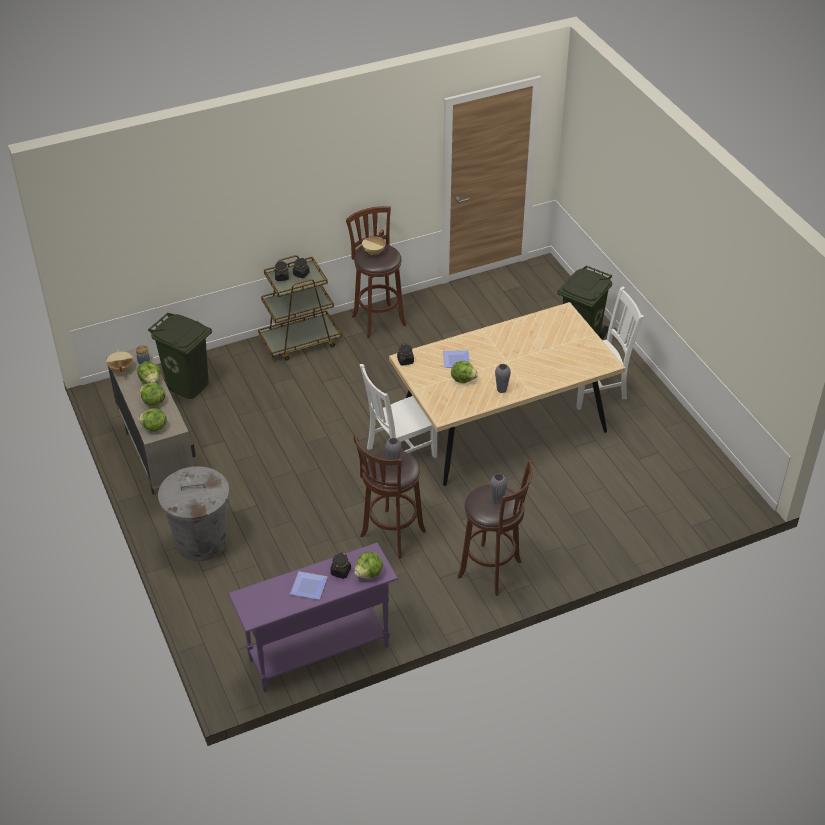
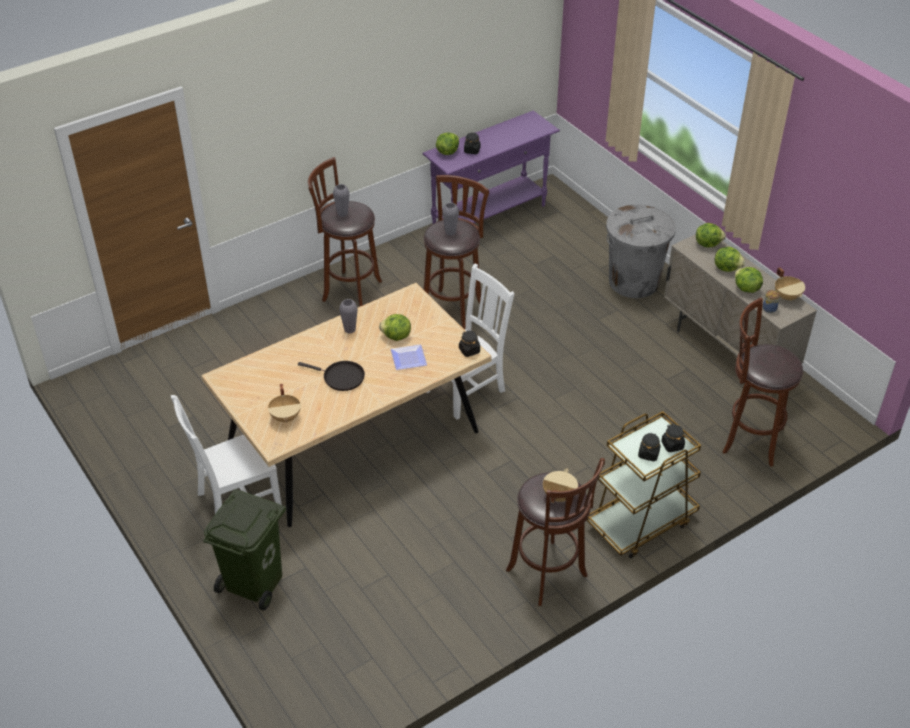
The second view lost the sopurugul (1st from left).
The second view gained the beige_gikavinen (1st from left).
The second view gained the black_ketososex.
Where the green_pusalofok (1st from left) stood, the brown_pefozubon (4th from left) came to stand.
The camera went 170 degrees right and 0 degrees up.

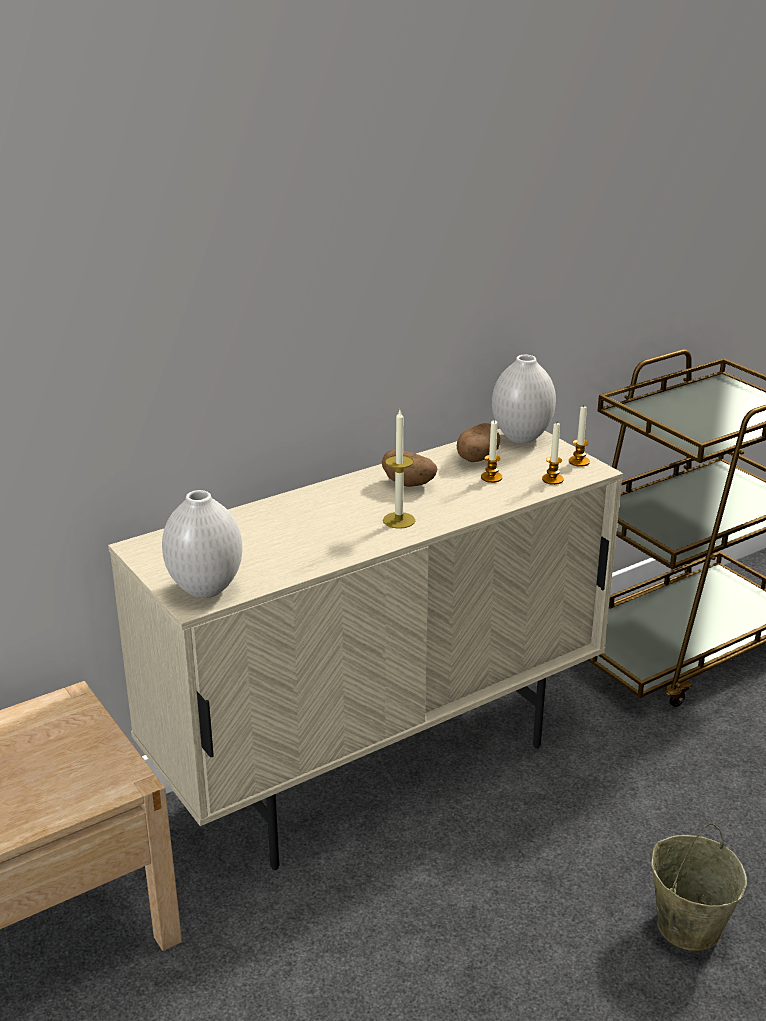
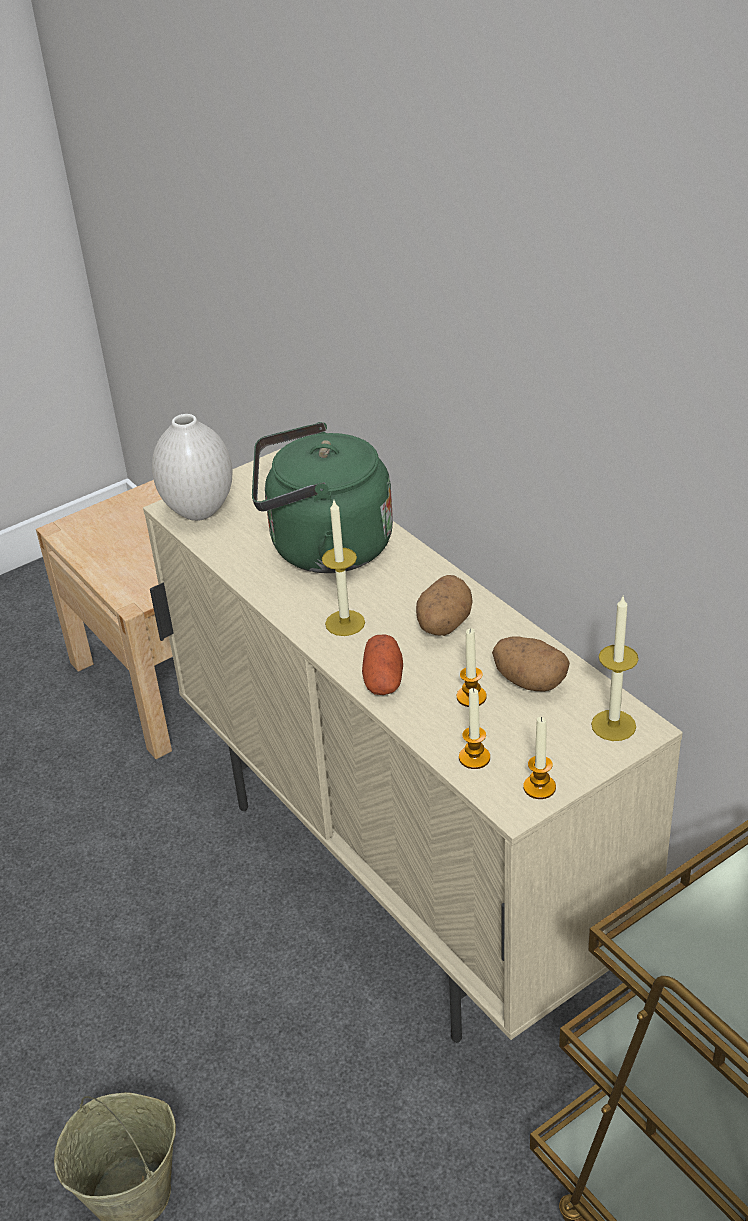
The second view gained the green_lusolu.
The second view gained the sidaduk (1st from left).
Where the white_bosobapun (2nd from left) stood, the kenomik (5th from left) came to stand.
The camera went 90 degrees right and 10 degrees up.

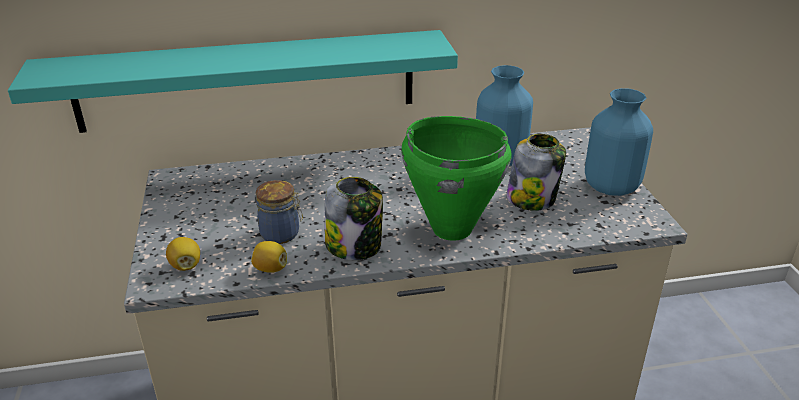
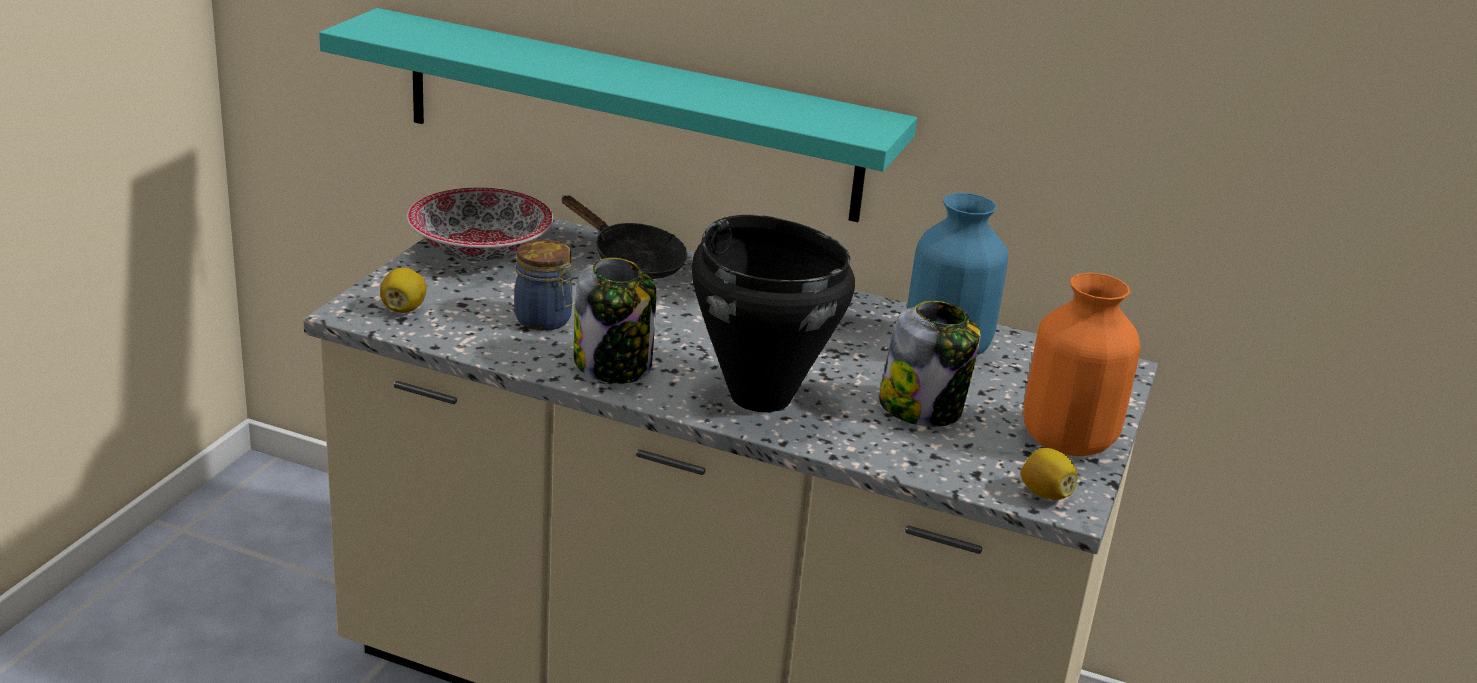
The second view gained the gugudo.
The second view gained the black_ketososex.
The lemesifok (2nd from left) ended up elsewhere.
What was the green_gikavinen turned into the black_gikavinen.
What was the blue_bosobapun (2nd from left) turned into the orange_bosobapun.
The camera went 30 degrees right and 5 degrees down.

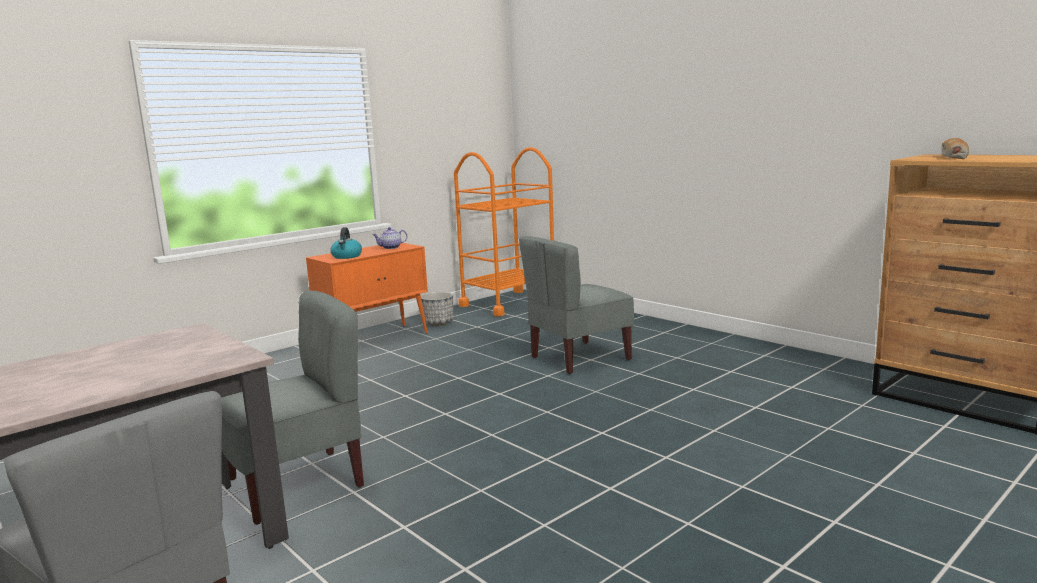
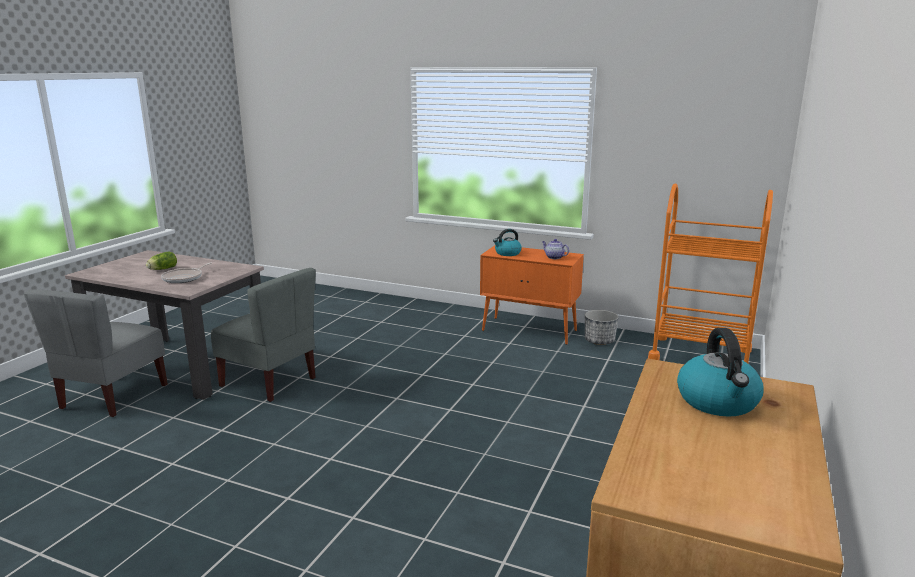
The second view lost the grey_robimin (3rd from left).
The second view gained the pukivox.
The second view gained the ketososex.
Where the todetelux stood, the lusolu (2nd from left) came to stand.
The camera went 65 degrees right and 5 degrees up.

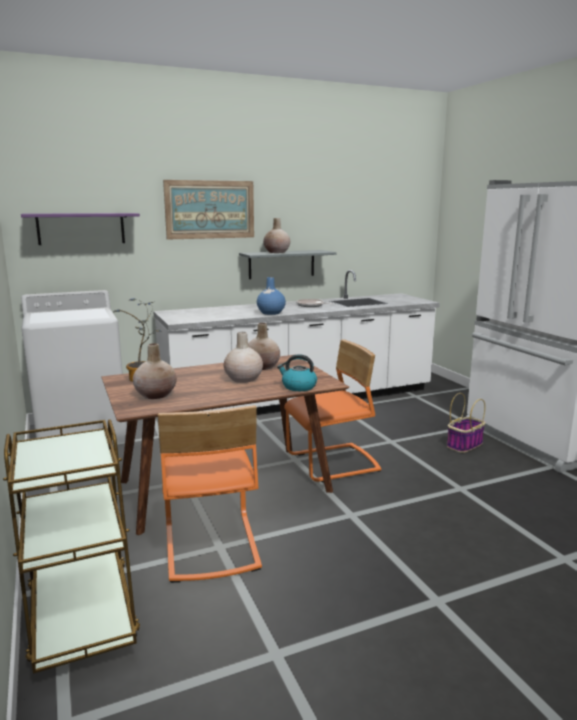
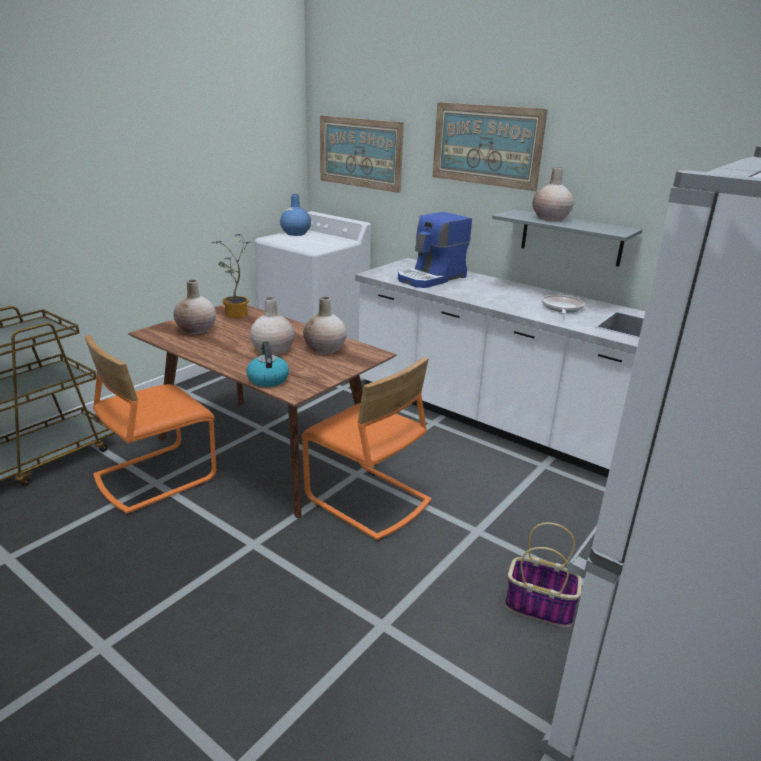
The second view gained the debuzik.
The blue_bosobapun ended up elsewhere.
Where the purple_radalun hung, the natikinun (1st from left) came to hang.
The camera went 60 degrees right and 10 degrees up.

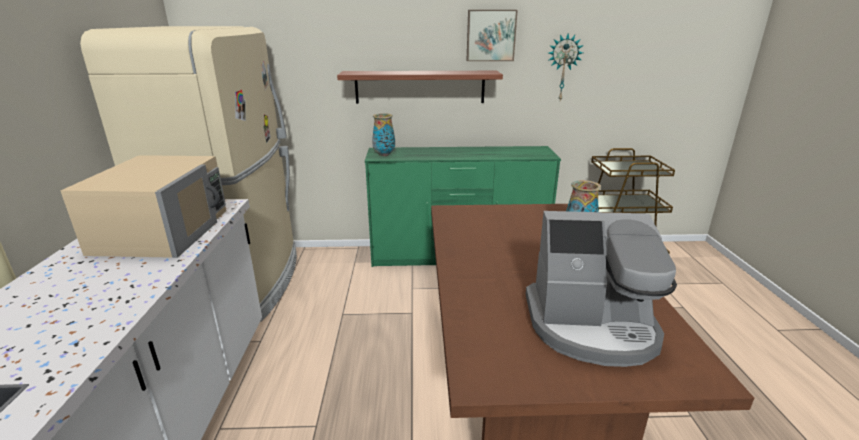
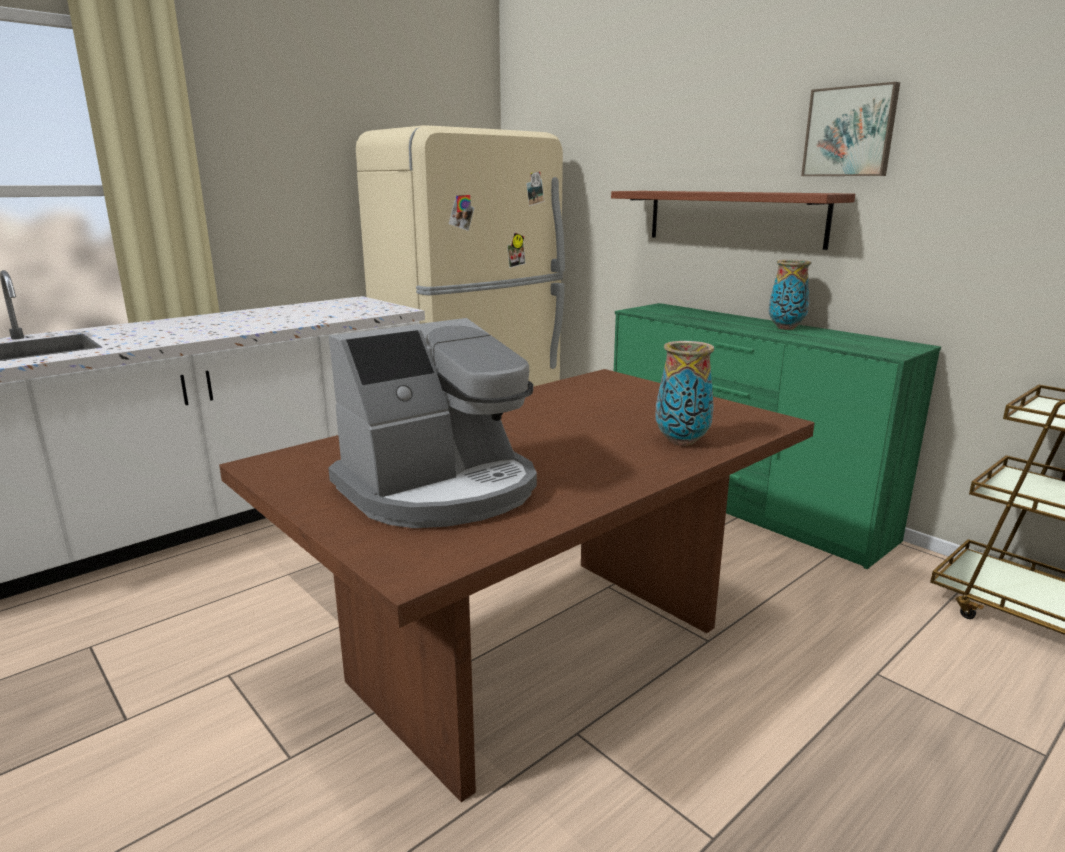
The second view lost the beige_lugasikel.
The second view lost the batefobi.
The bosobapun (1st from left in the first image) ended up elsewhere.
The debuzik ended up facing another way, 90 degrees counterclockwise from before.
The camera went 50 degrees right and 5 degrees down.

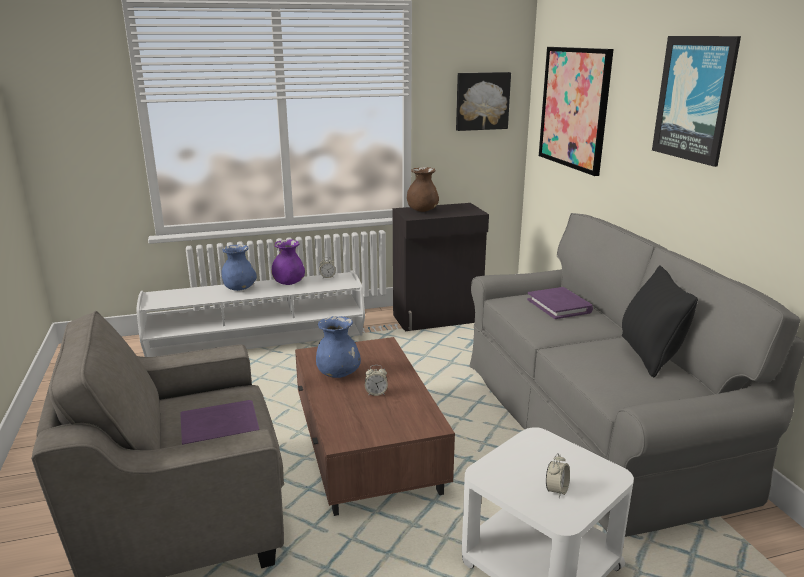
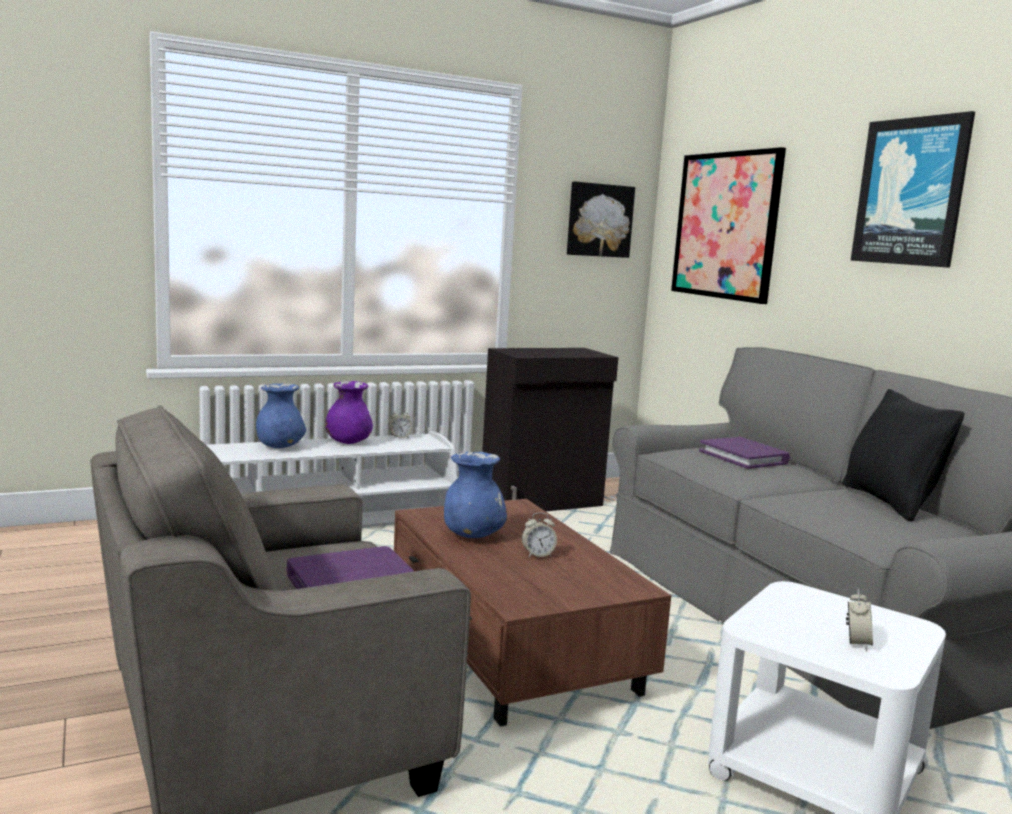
The second view lost the brown_bosobapun.
The camera went 10 degrees left and 10 degrees down.

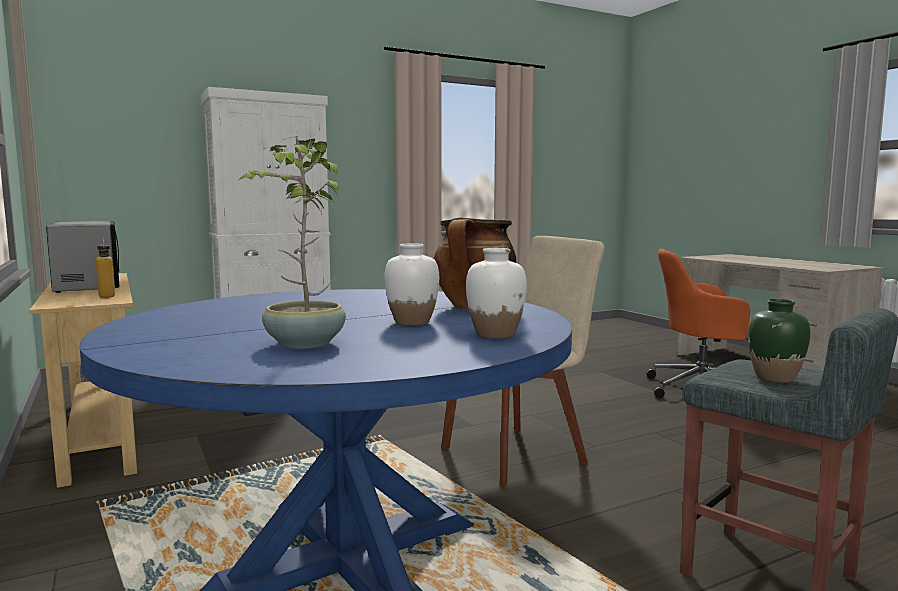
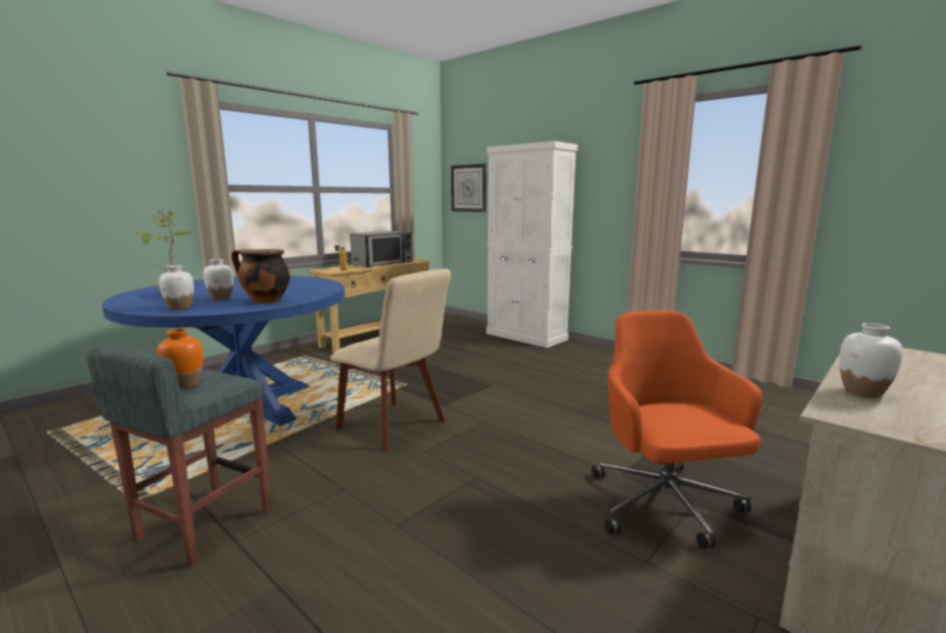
The second view gained the batefobi.
The second view gained the white_bosobapun (3rd from left).
What was the green_bosobapun turned into the orange_bosobapun.
The camera went 70 degrees right and 5 degrees up.

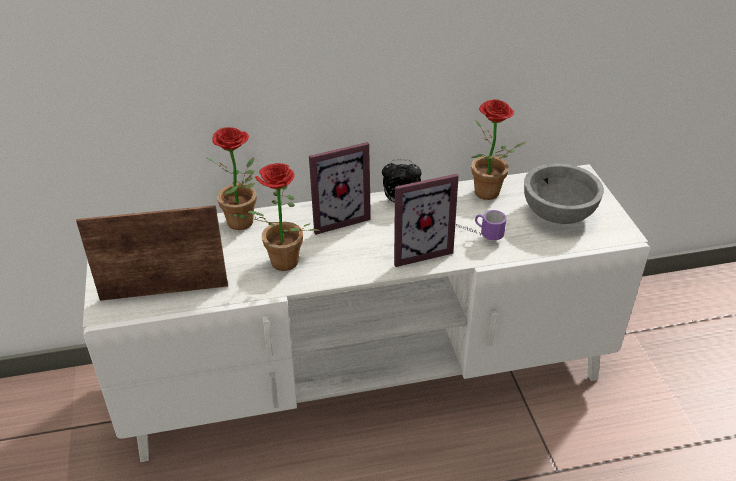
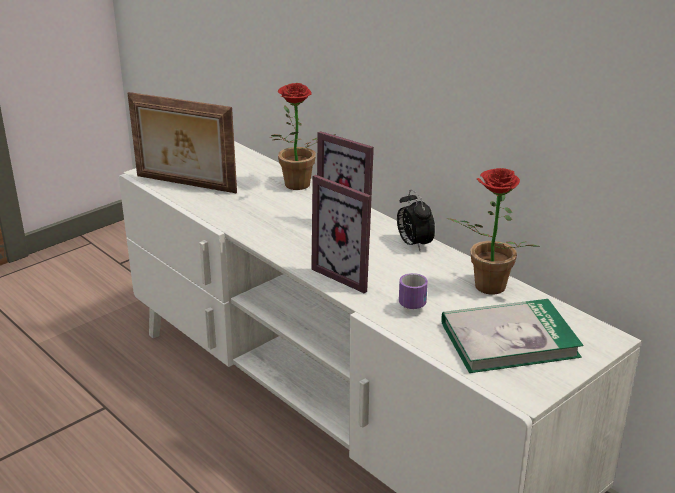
The second view lost the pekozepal (2nd from left).
Where the grey_gugudo stood, the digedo came to stand.
The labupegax (1st from left) ended up facing another way, 150 degrees clockwise from before.
The camera went 60 degrees right and 10 degrees down.

